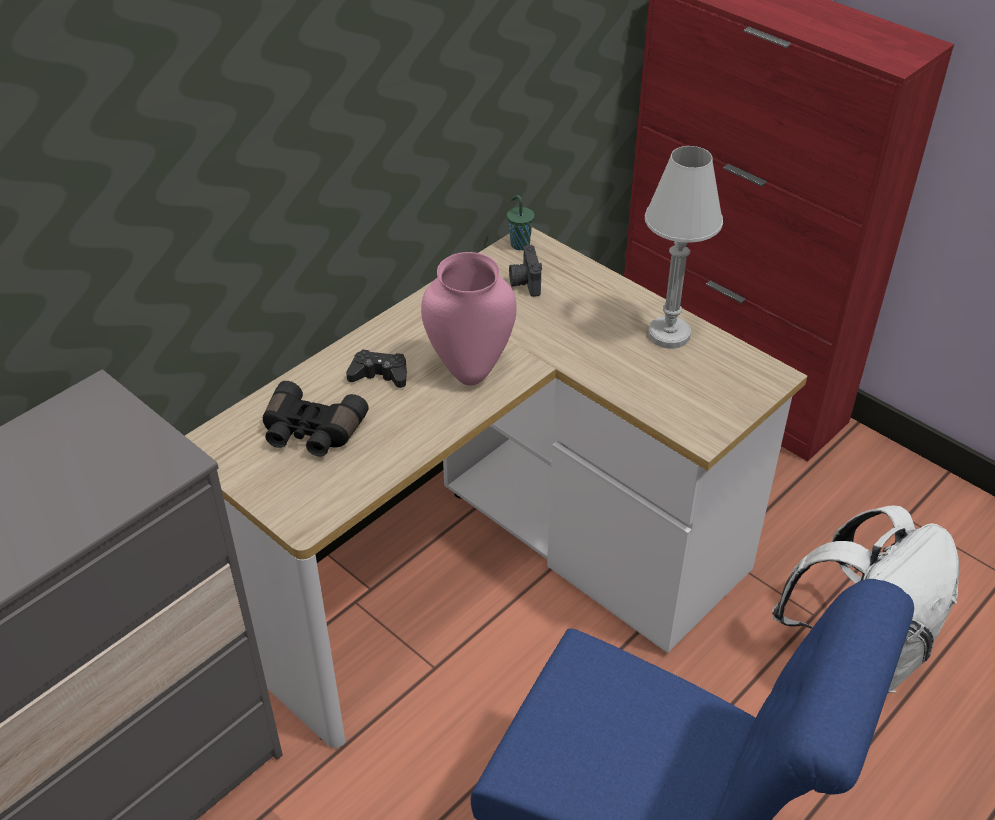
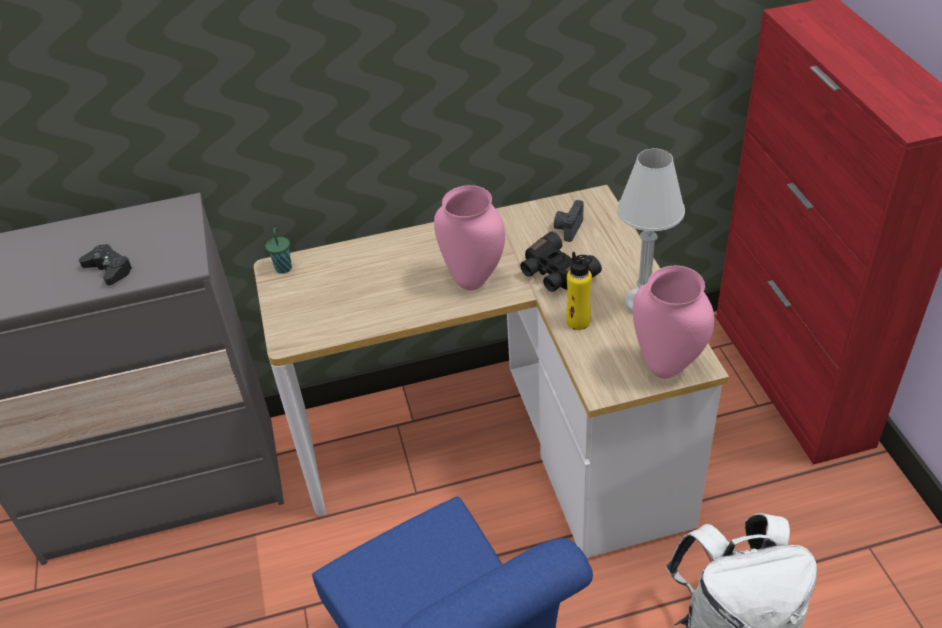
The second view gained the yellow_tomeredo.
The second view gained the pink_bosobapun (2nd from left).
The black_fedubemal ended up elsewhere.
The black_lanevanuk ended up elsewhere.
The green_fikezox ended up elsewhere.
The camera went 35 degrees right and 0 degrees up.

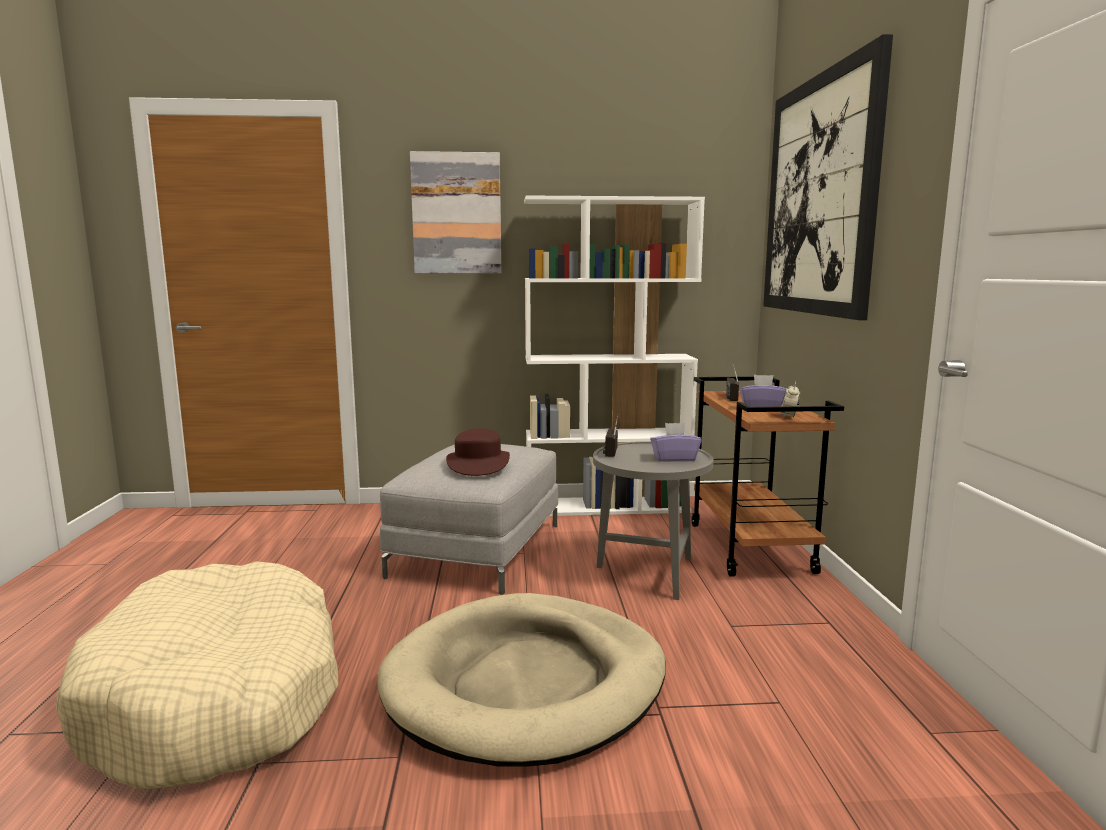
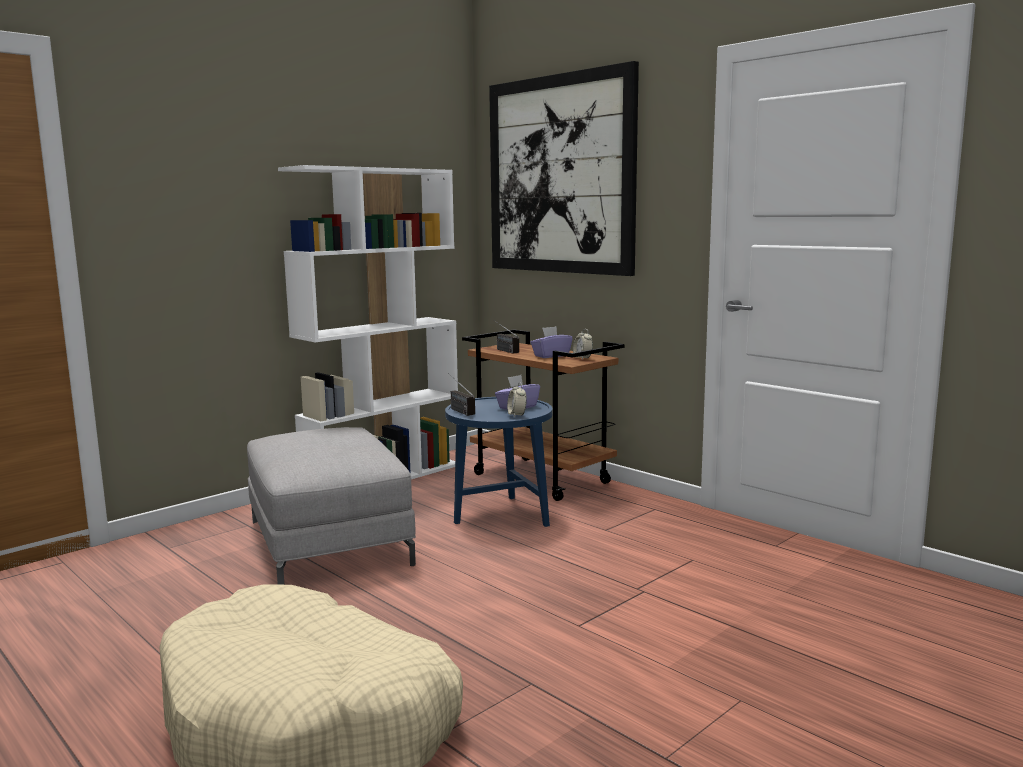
The second view lost the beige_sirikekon (2nd from left).
The second view lost the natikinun (1st from left).
The second view lost the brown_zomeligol.
The second view gained the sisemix (1st from left).
What was the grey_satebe turned into the blue_satebe.
The camera went 40 degrees left and 0 degrees up.

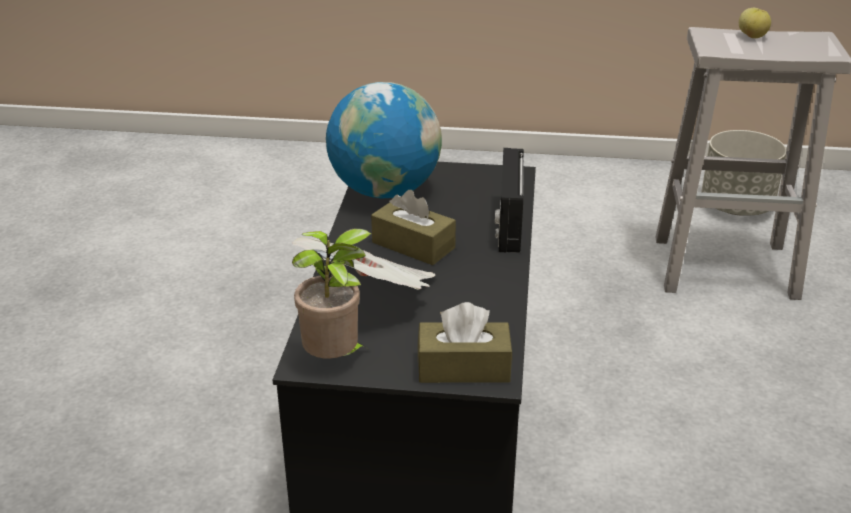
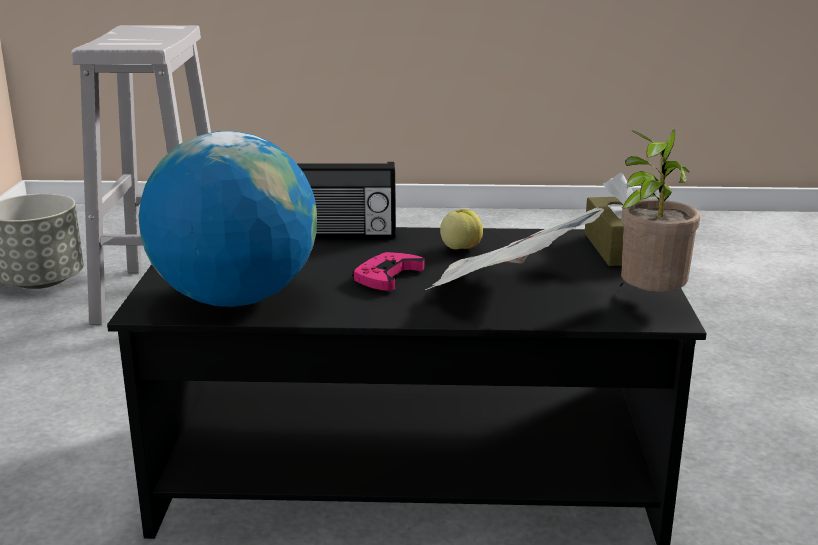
The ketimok ended up elsewhere.
Where the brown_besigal (1st from left) stood, the pink_lanevanuk came to stand.
The camera went 95 degrees left and 10 degrees down.

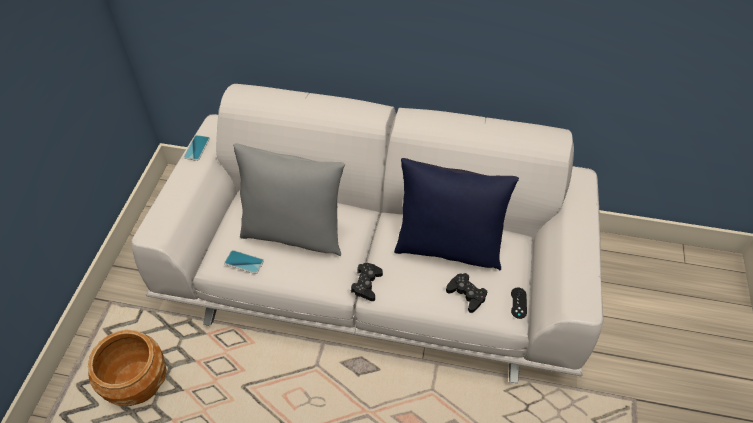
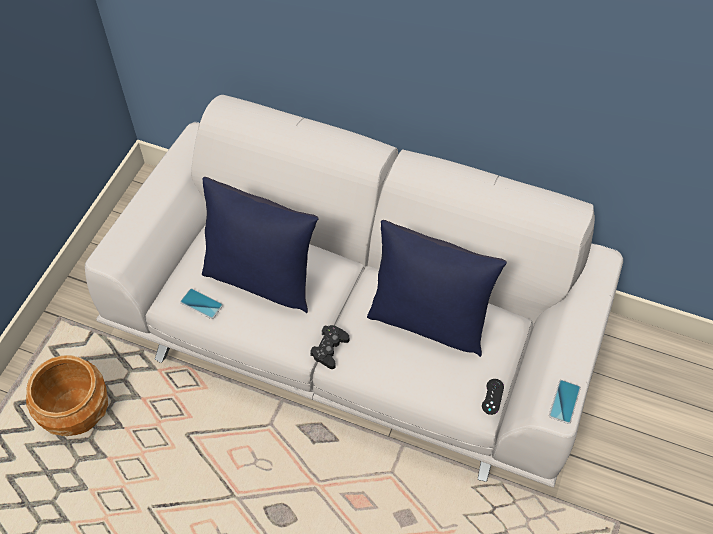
The second view lost the black_lanevanuk (2nd from left).
The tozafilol (1st from left in the first image) ended up elsewhere.
What was the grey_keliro turned into the blue_keliro (1st from left).
The camera went 10 degrees right and 5 degrees up.

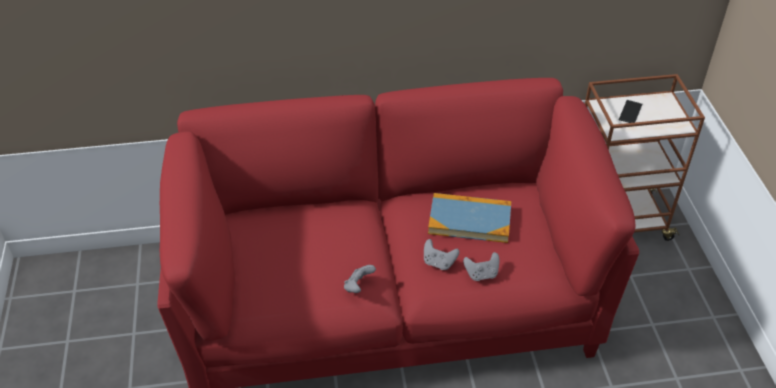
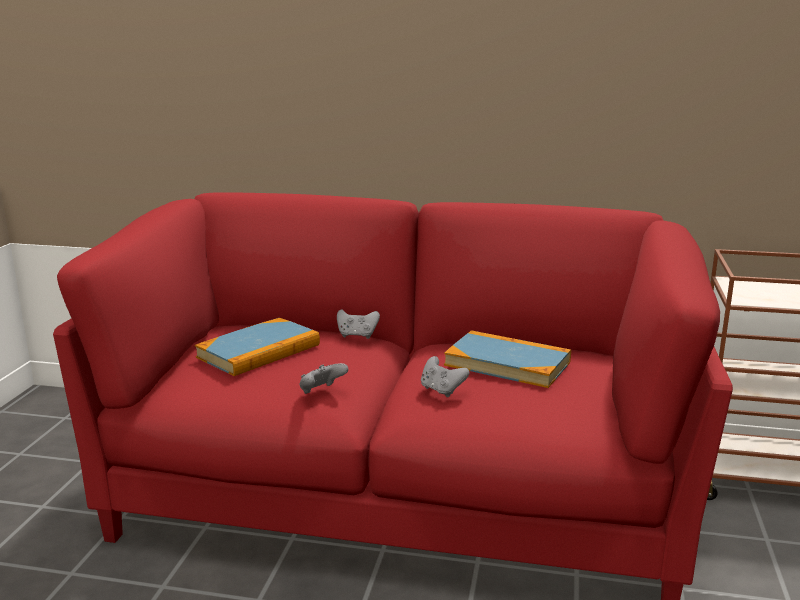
The second view lost the tozafilol.
The second view gained the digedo (1st from left).
The grey_lanevanuk (3rd from left in the first image) ended up elsewhere.
The camera went 20 degrees right and 25 degrees down.

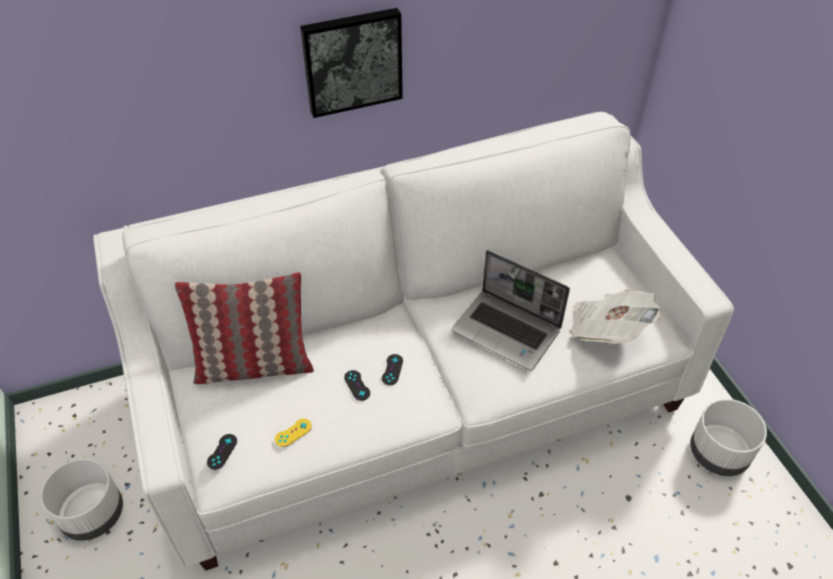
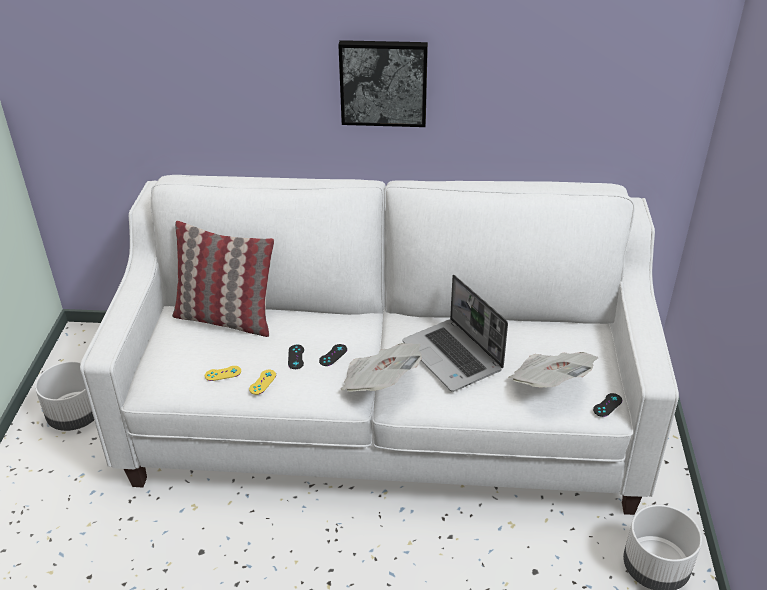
The second view gained the yellow_lanevanuk (2nd from left).
The second view gained the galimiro (1st from left).
The black_lanevanuk (1st from left in the first image) ended up elsewhere.
The camera went 25 degrees right and 10 degrees down.

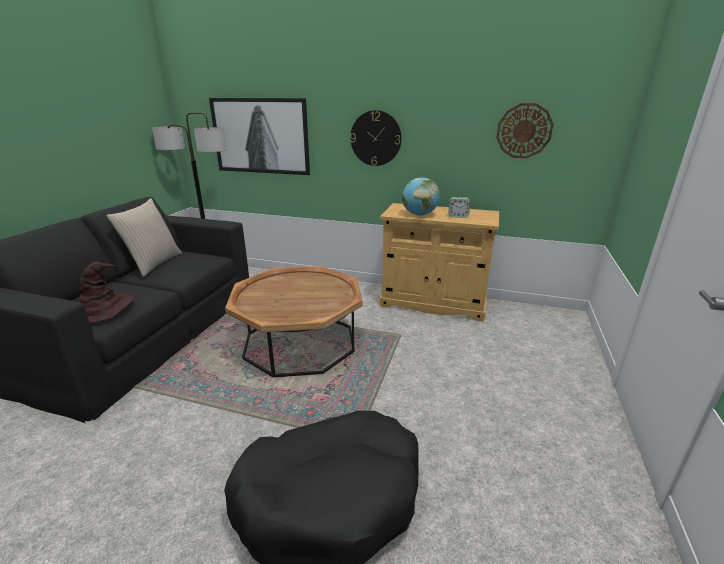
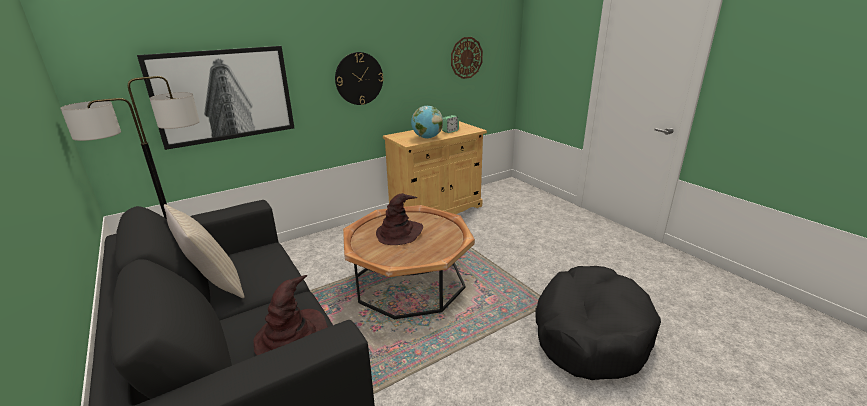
The second view gained the brown_zomeligol (2nd from left).
The camera went 50 degrees left and 0 degrees up.

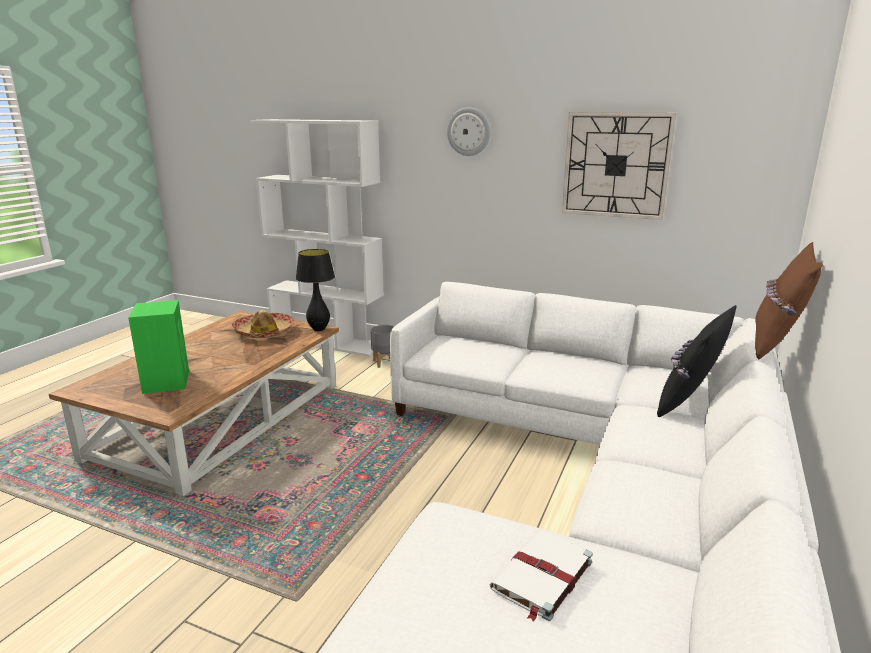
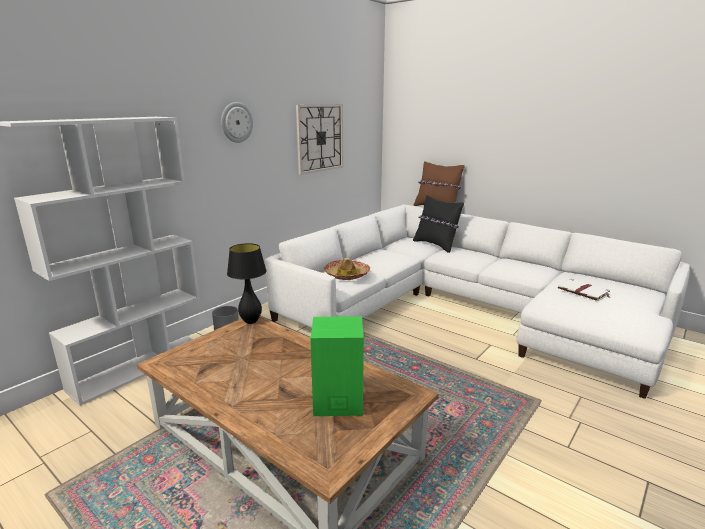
The zomeligol ended up elsewhere.
The camera went 75 degrees left and 0 degrees up.

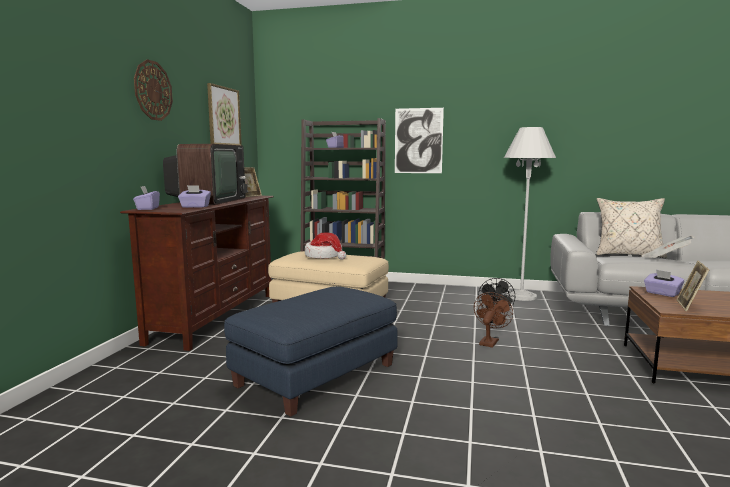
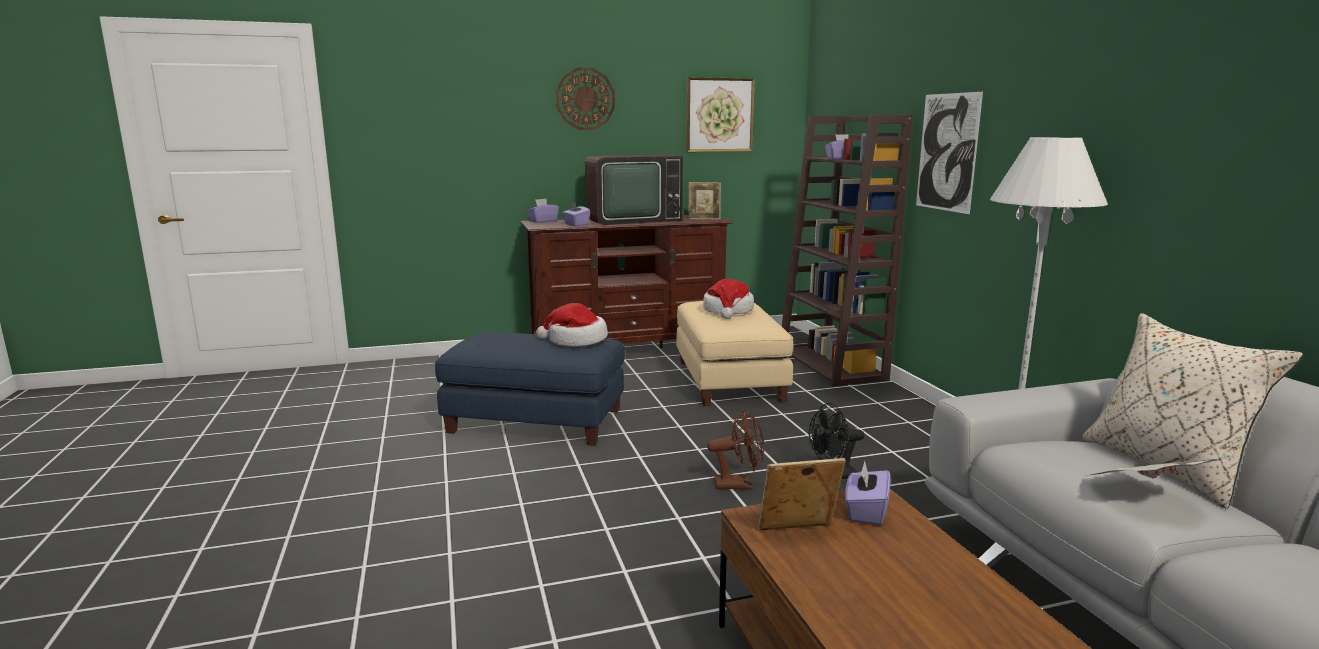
The second view gained the zomeligol (1st from left).
The camera went 60 degrees right and 5 degrees up.

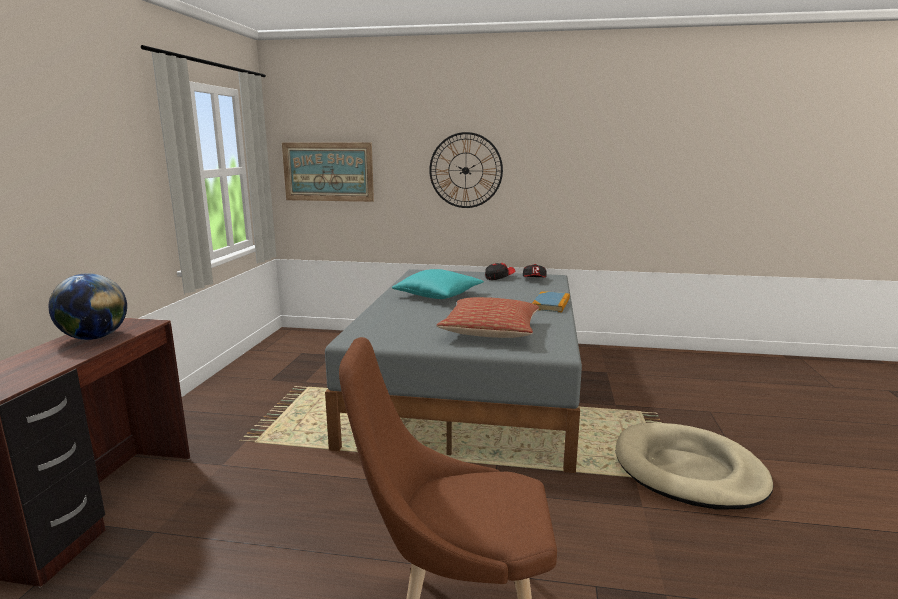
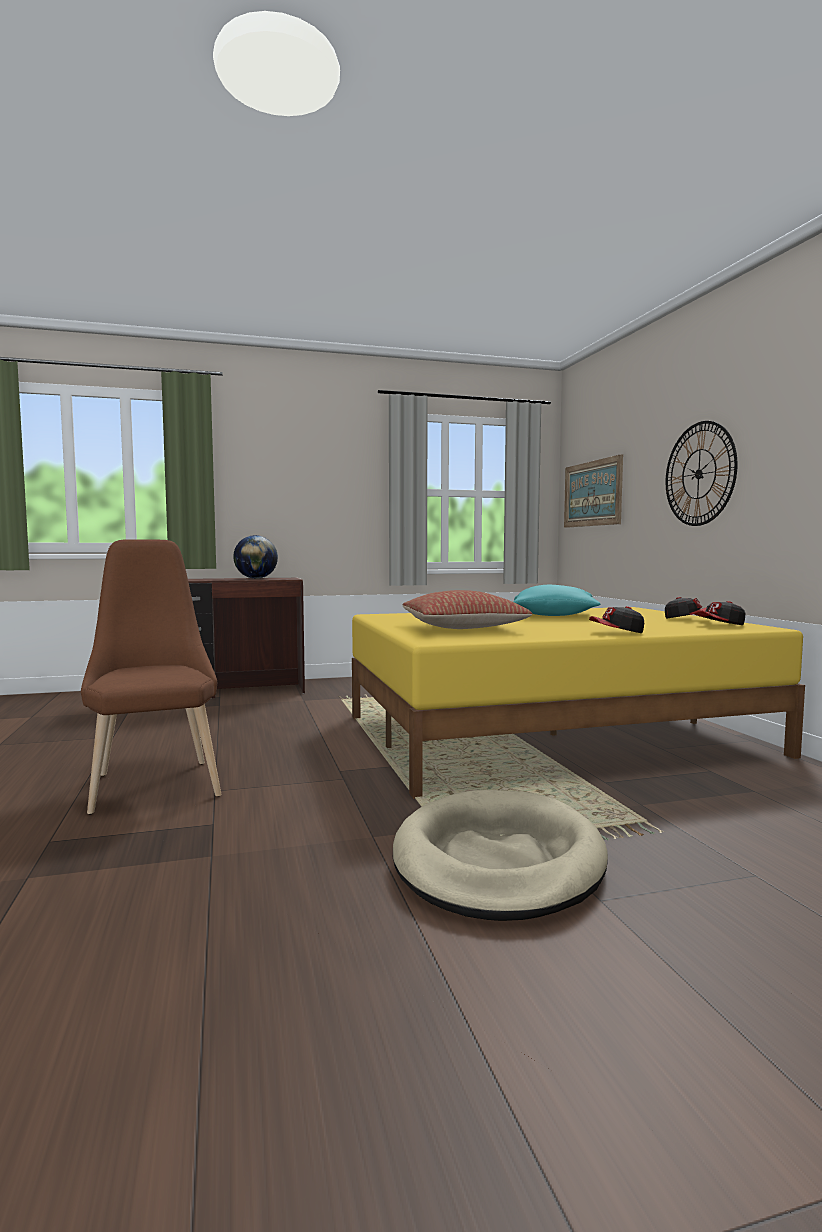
Where the digedo stood, the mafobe (1st from left) came to stand.
What was the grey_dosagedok turned into the yellow_dosagedok.
The camera went 65 degrees right and 10 degrees down.

